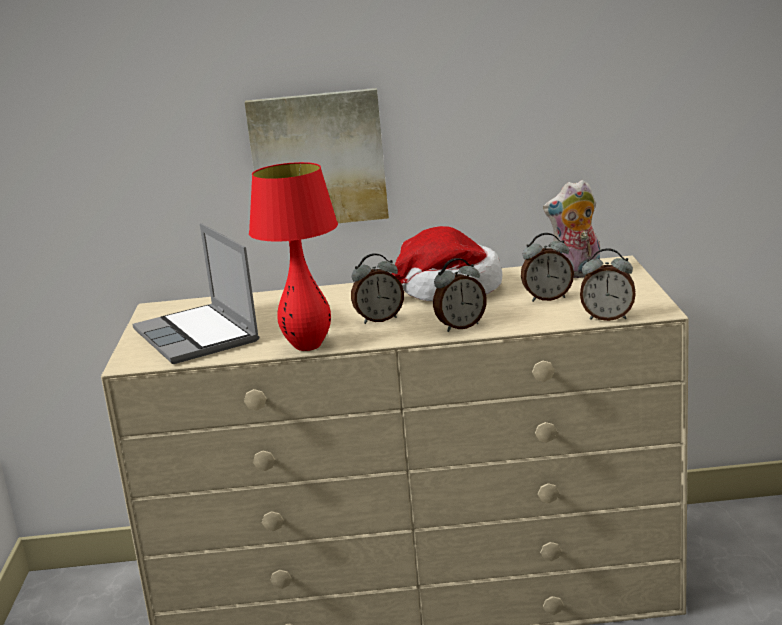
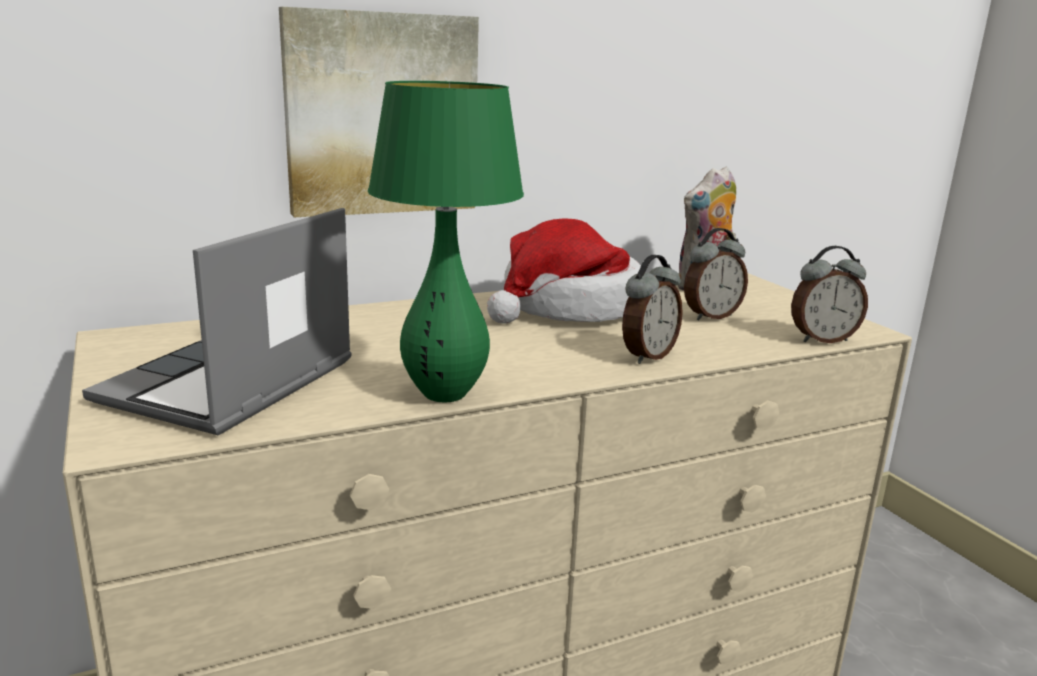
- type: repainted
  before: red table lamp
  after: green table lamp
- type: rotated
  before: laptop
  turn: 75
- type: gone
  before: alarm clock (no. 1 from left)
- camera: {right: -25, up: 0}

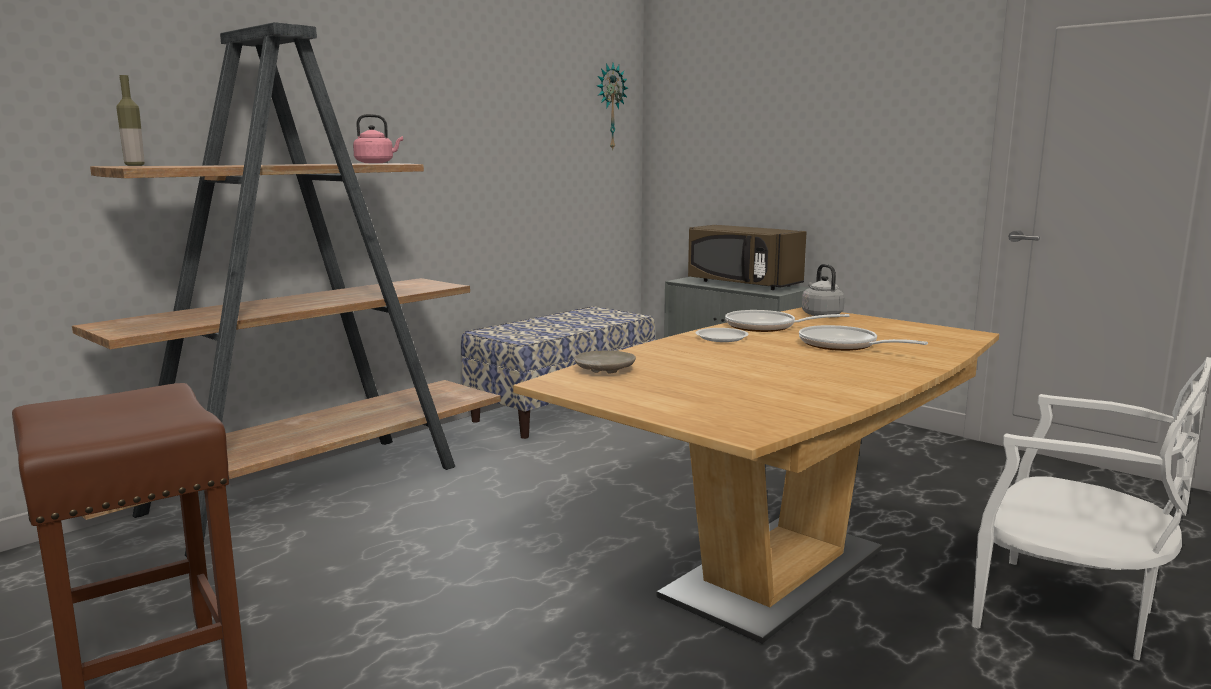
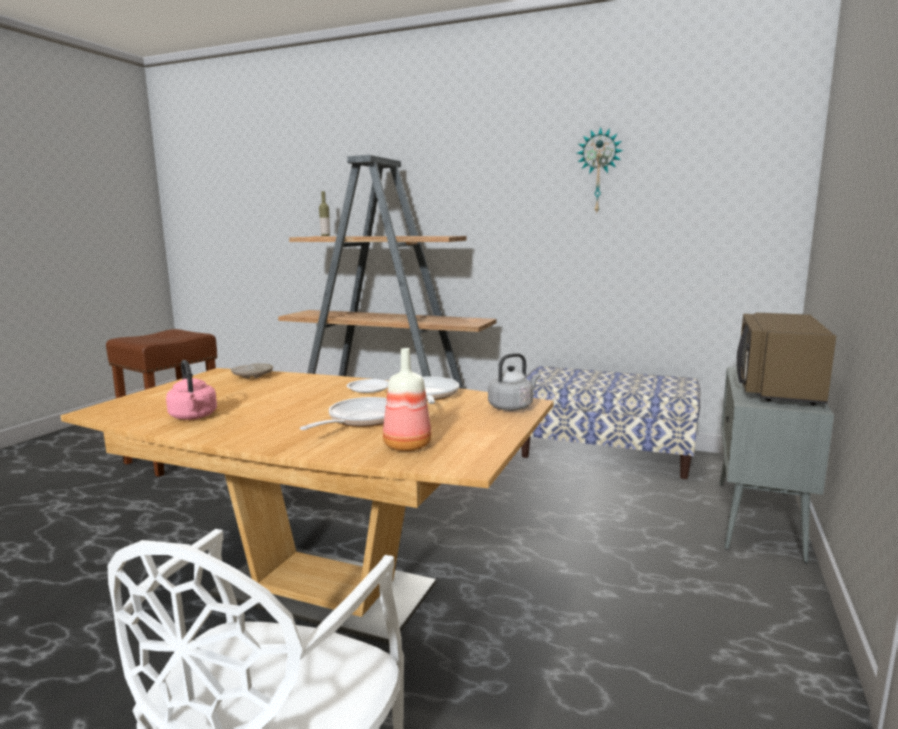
- type: shifted
  before: wall clock
- type: shifted
  before: pink kettle
- type: new
  after: bottle (no. 2 from left)
- camera: {right: 70, up: 0}

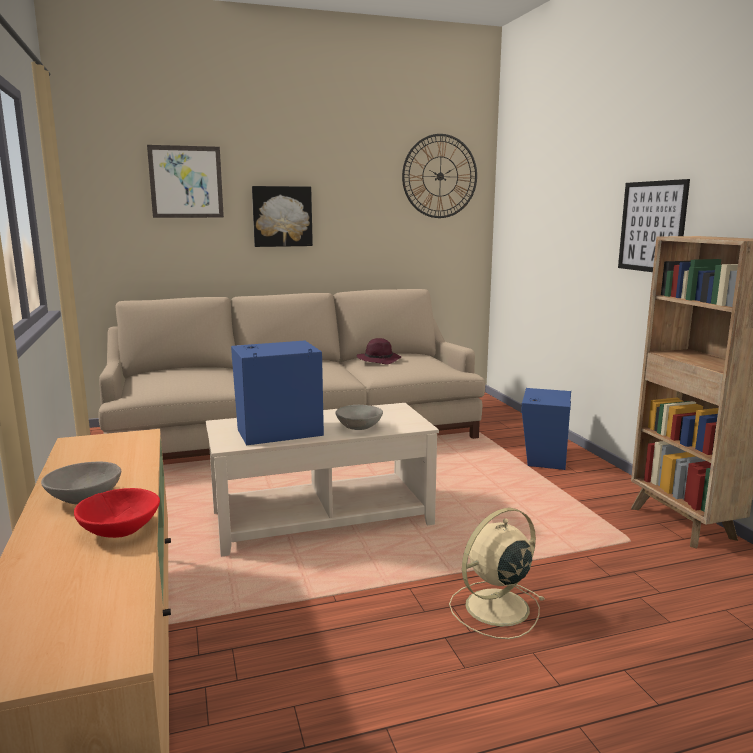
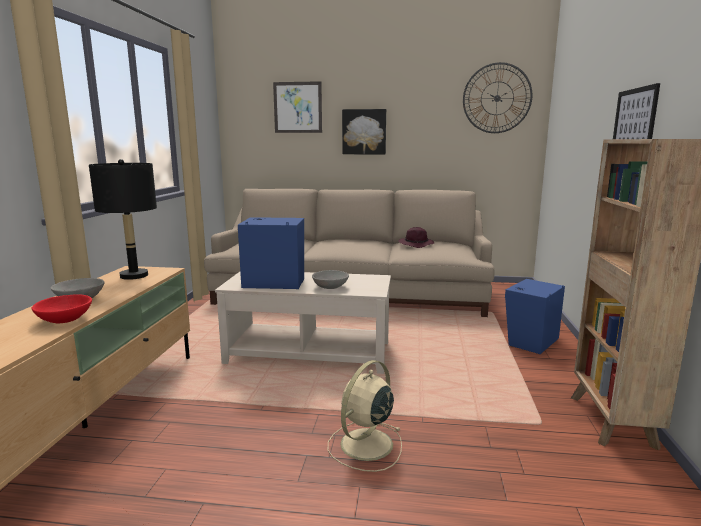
- type: rotated
  before: beige fan
  turn: -45
- type: new
  after: black table lamp
- camera: {right: 25, up: 0}

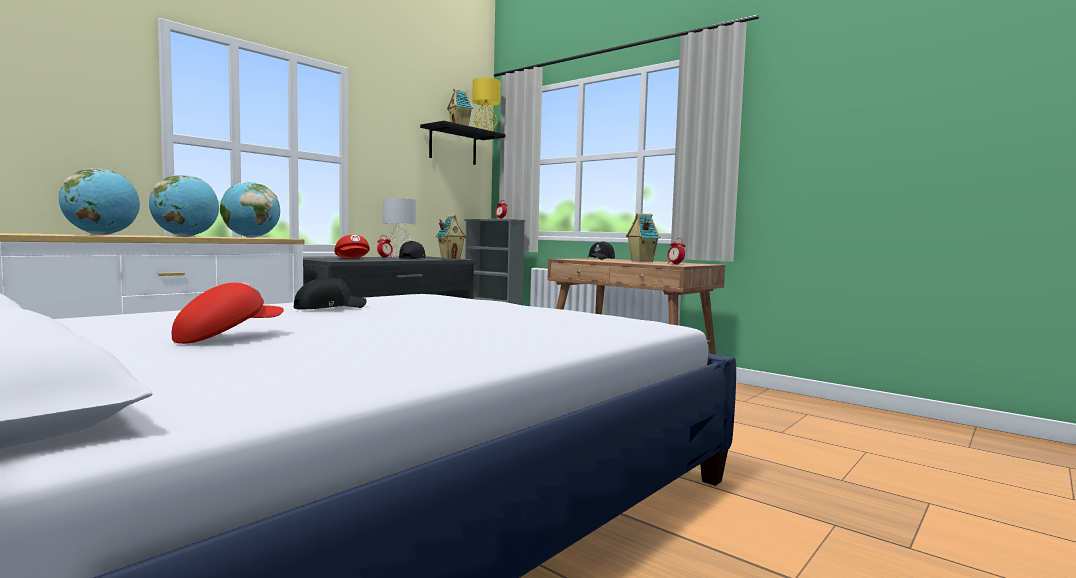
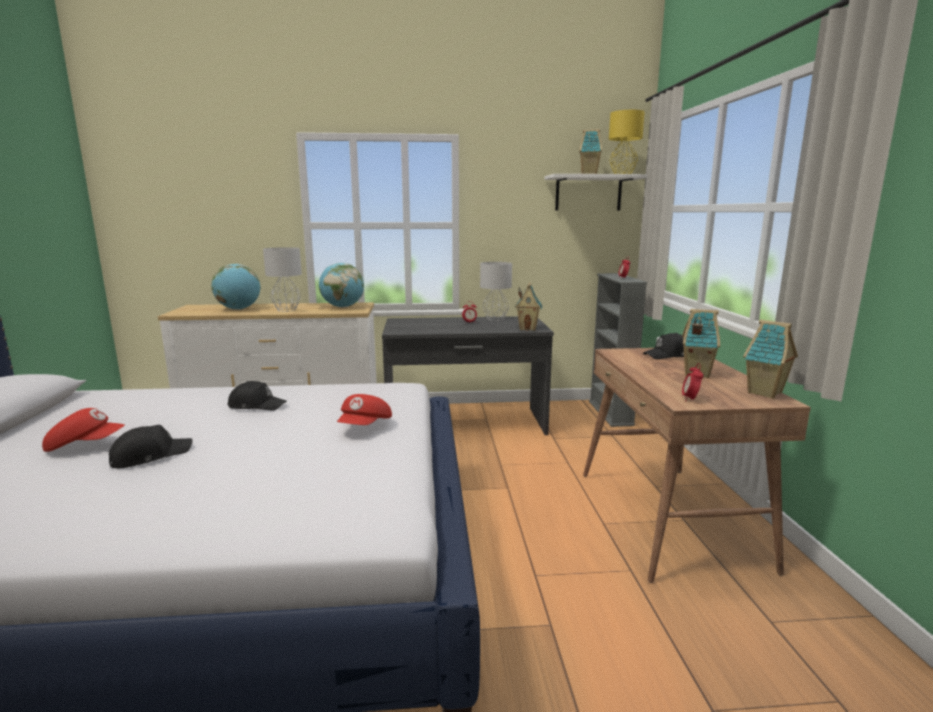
- type: repainted
  before: black shelf
  after: white shelf
- type: swapped
  before: globe (no. 2 from left)
  after: grey table lamp (no. 1 from left)
- type: shifted
  before: red cap (no. 2 from left)
- type: shifted
  before: black cap (no. 2 from left in the first image)
  after: black cap (no. 1 from left)
- type: new
  after: toy house (no. 4 from left)
- camera: {right: 45, up: 10}

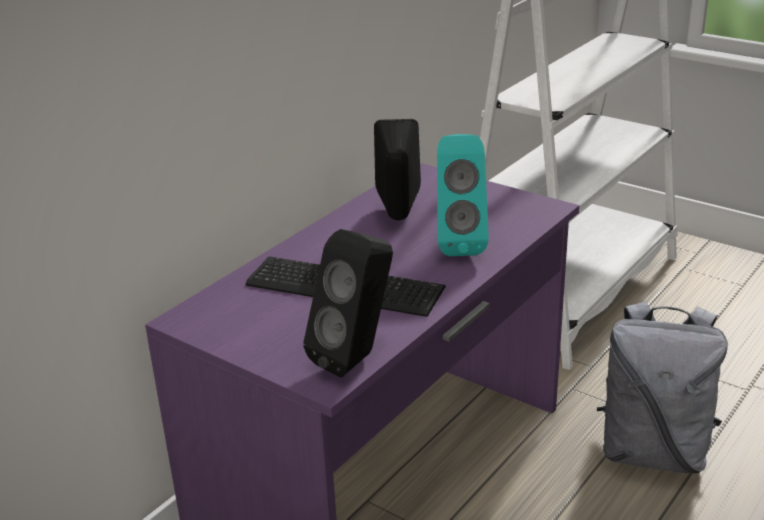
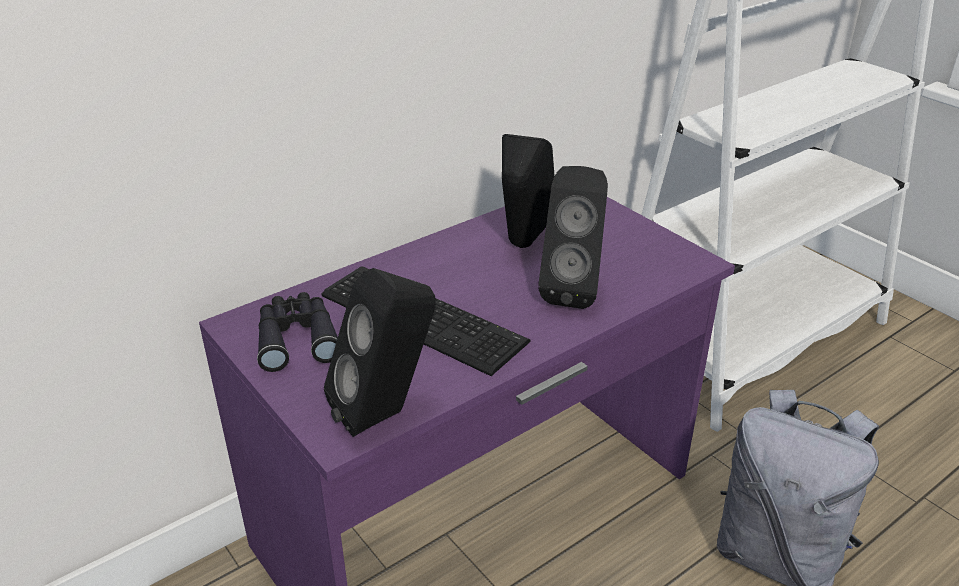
- type: repainted
  before: turquoise speaker
  after: black speaker (no. 3 from left)
- type: new
  after: black binoculars
- camera: {right: 15, up: 5}

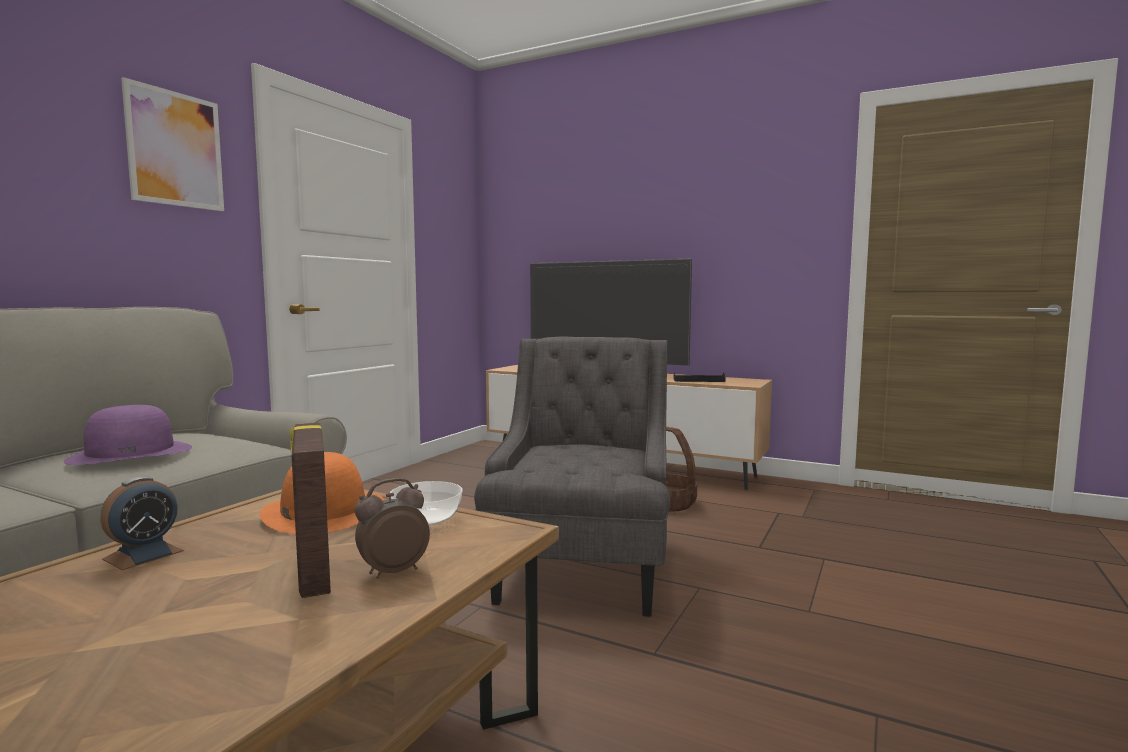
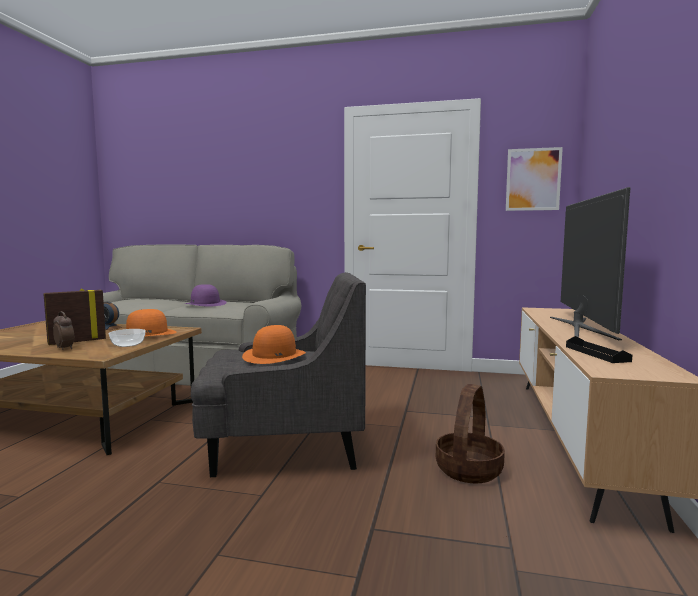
- type: shifted
  before: picture
- type: new
  after: orange hat (no. 2 from left)
- camera: {right: 75, up: 0}

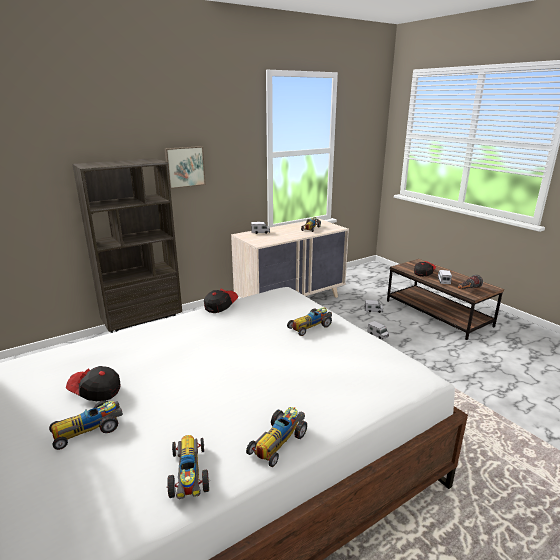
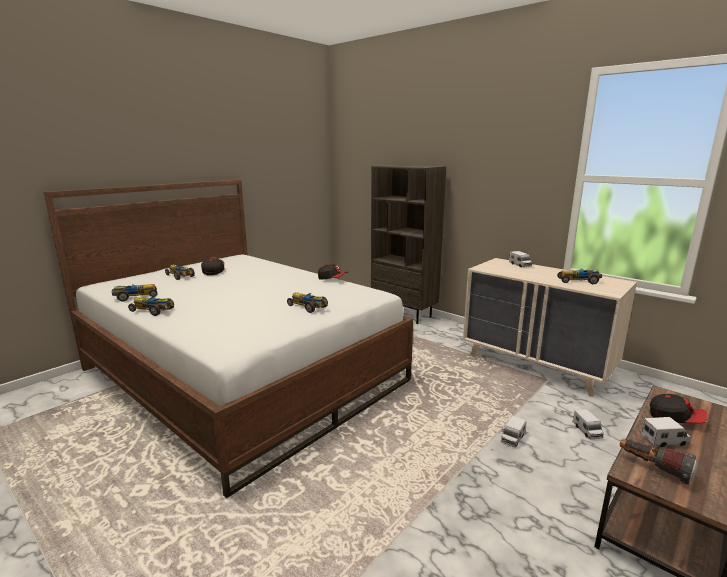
- type: gone
  before: picture
- camera: {right: 75, up: -5}

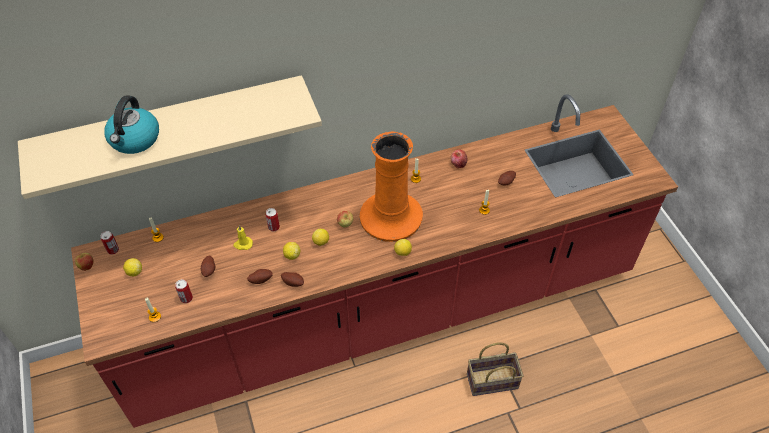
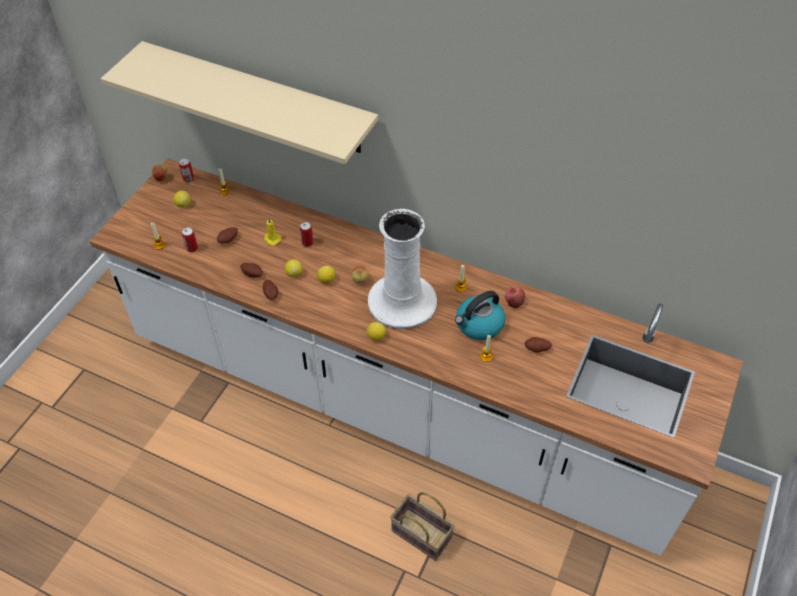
- type: repainted
  before: red counter
  after: white counter
- type: shifted
  before: kettle
- type: repainted
  before: orange vase
  after: white vase
- camera: {right: 45, up: 0}

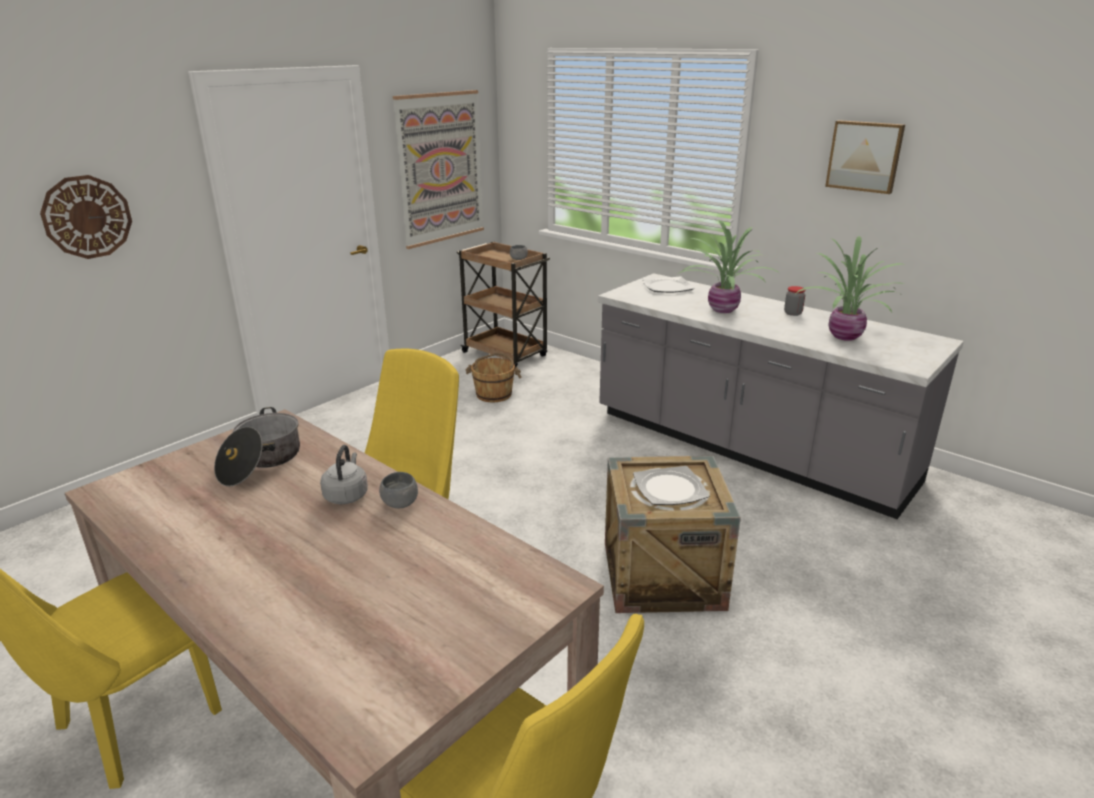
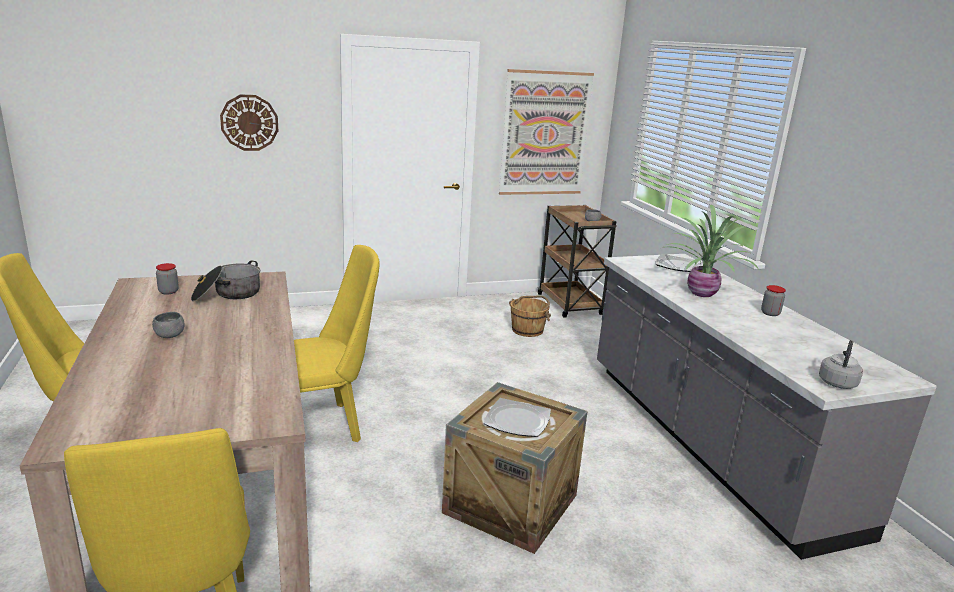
- type: gone
  before: picture (no. 2 from left)
- type: gone
  before: potted plant (no. 2 from left)
- type: shifted
  before: grey kettle
- type: shifted
  before: grey bowl (no. 1 from left)
- type: new
  after: jar (no. 1 from left)
- camera: {right: 30, up: -5}

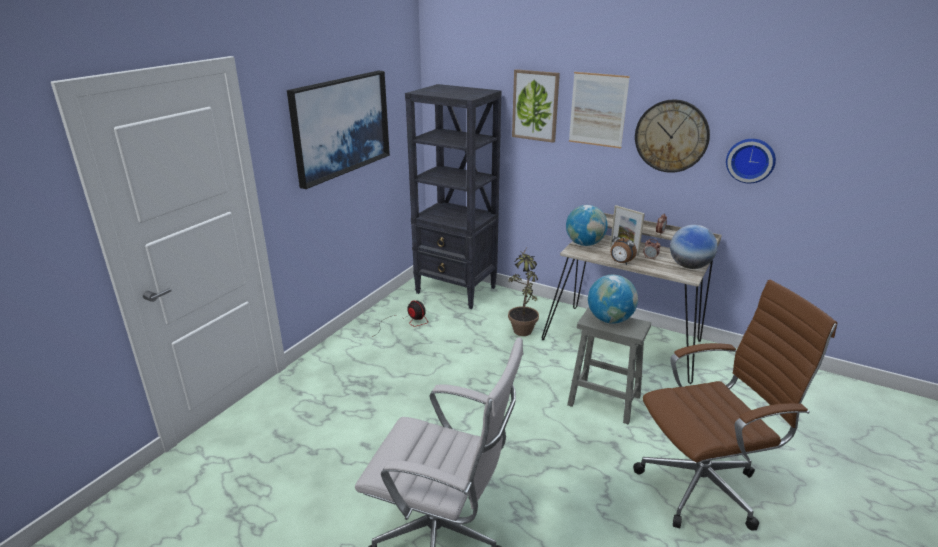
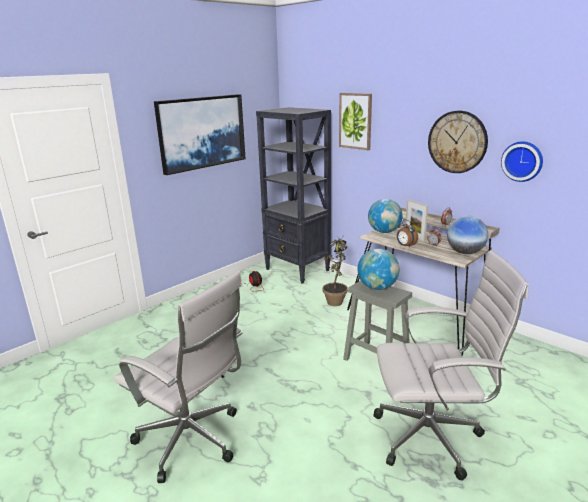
- type: gone
  before: picture (no. 3 from left)
- type: repainted
  before: brown office chair
  after: white office chair (no. 2 from left)
- camera: {right: 15, up: -5}

